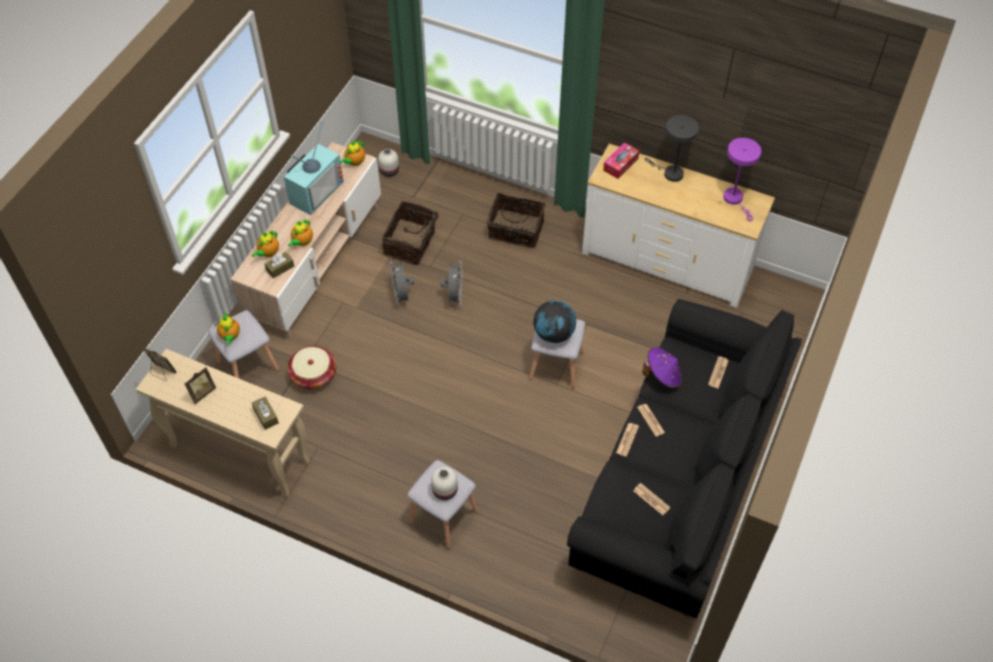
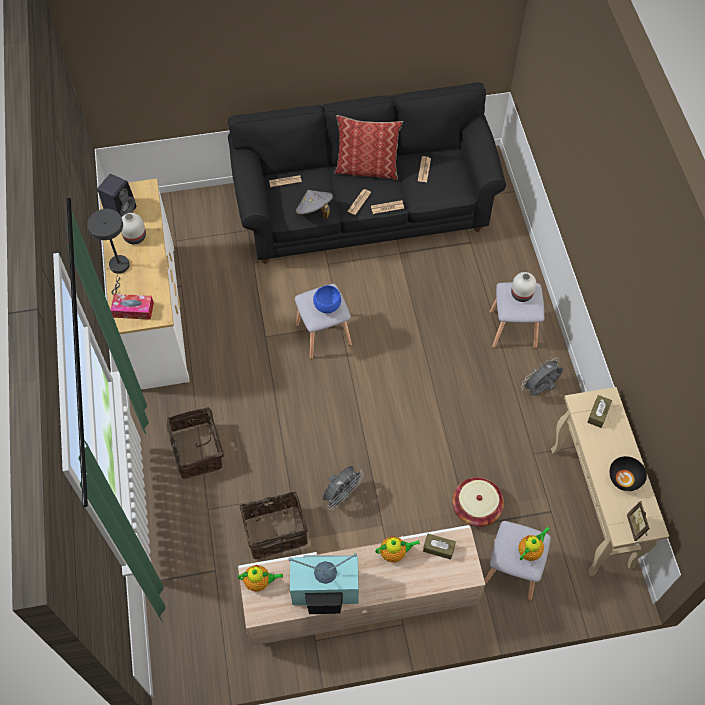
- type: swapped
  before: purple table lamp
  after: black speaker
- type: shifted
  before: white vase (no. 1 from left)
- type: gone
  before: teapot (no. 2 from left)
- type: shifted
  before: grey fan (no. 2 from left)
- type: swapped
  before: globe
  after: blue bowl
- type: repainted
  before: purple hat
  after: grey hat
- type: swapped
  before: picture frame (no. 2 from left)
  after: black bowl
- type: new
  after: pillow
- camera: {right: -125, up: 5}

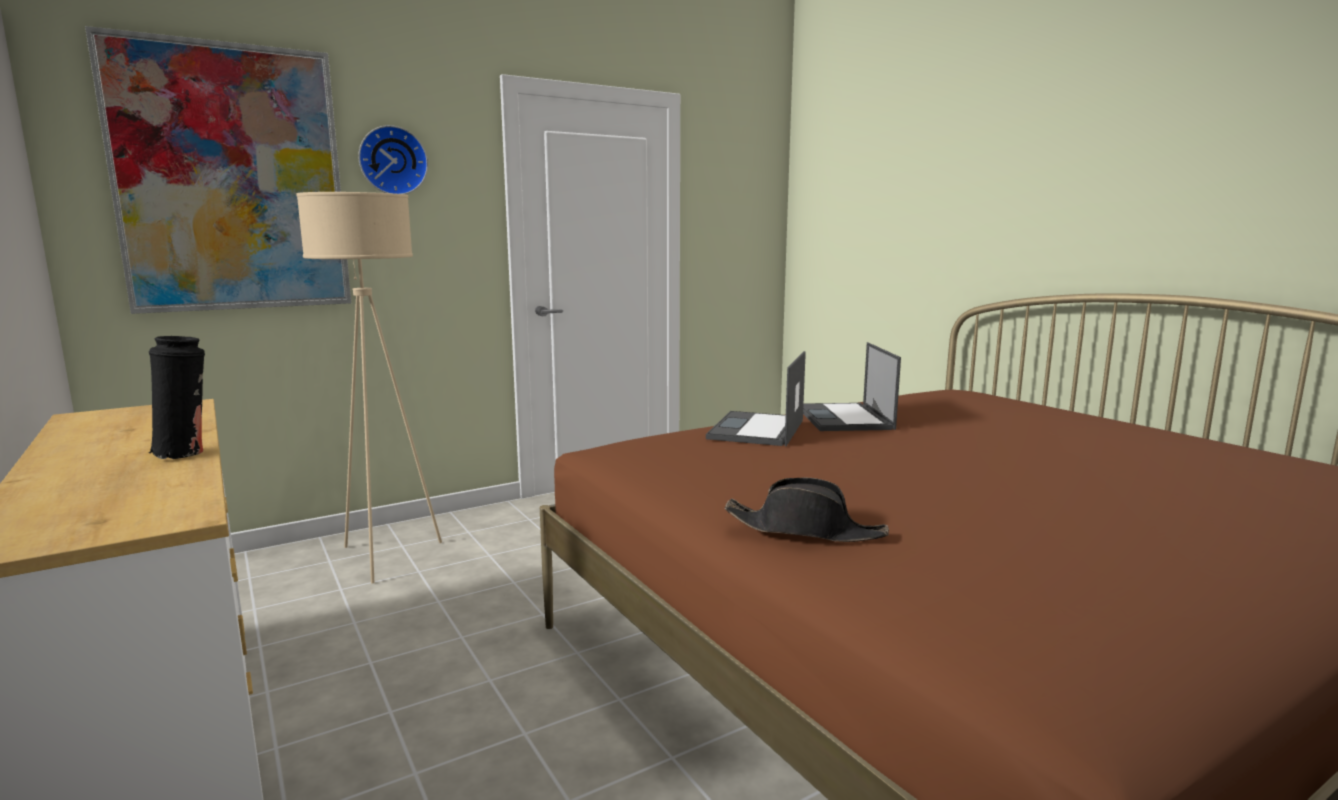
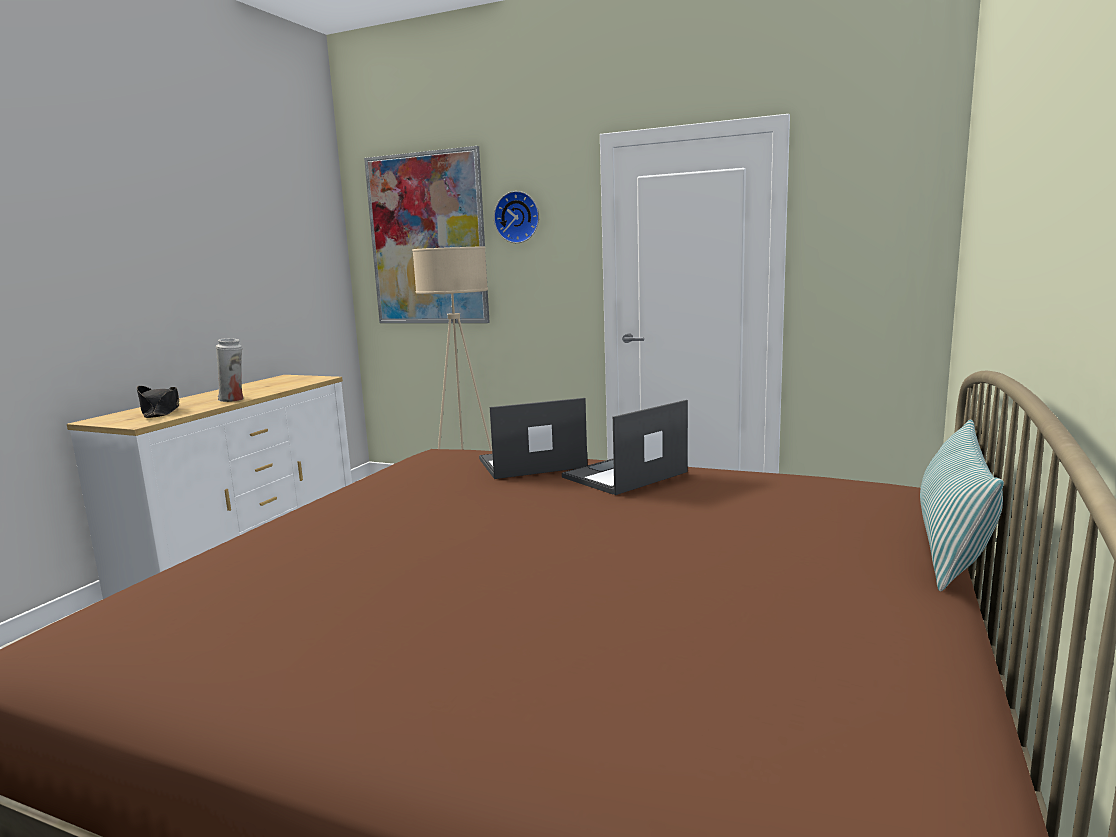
- type: repainted
  before: black vase
  after: white vase
- type: shifted
  before: black hat
- type: new
  after: pillow
- camera: {right: 55, up: 0}

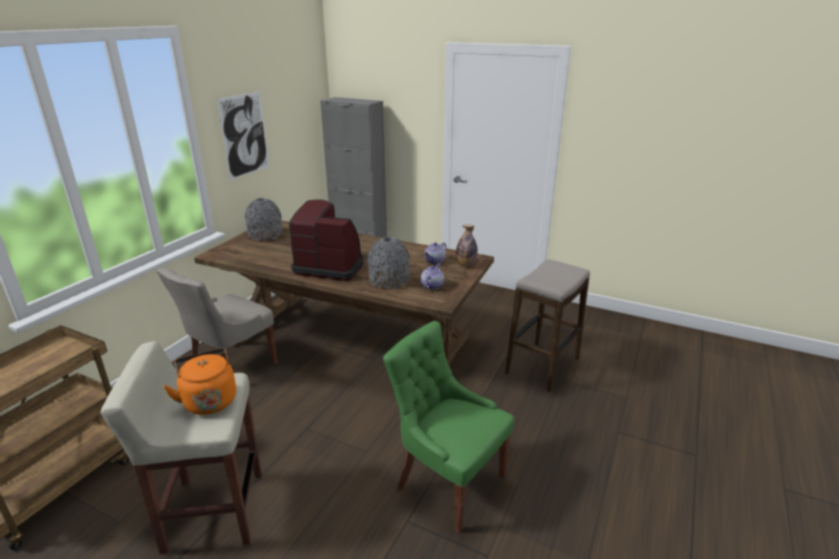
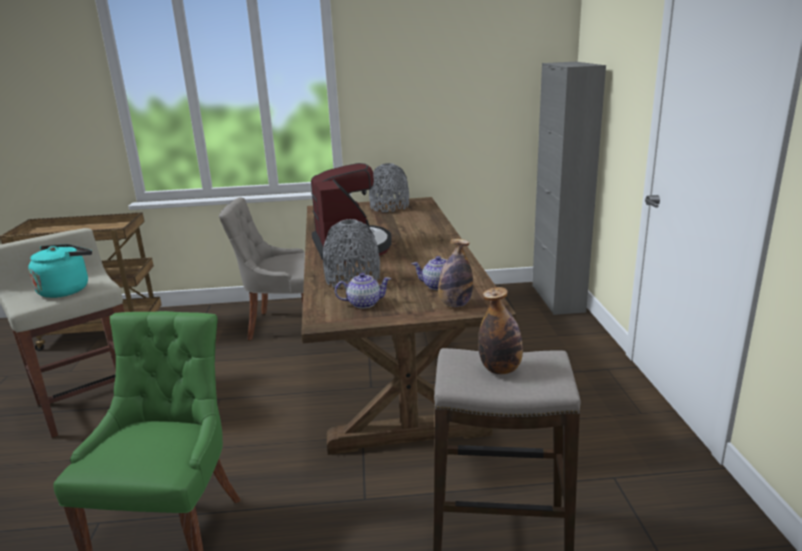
- type: gone
  before: picture
- type: repainted
  before: orange kettle
  after: turquoise kettle
- type: new
  after: bottle (no. 2 from left)
- camera: {right: 60, up: -5}

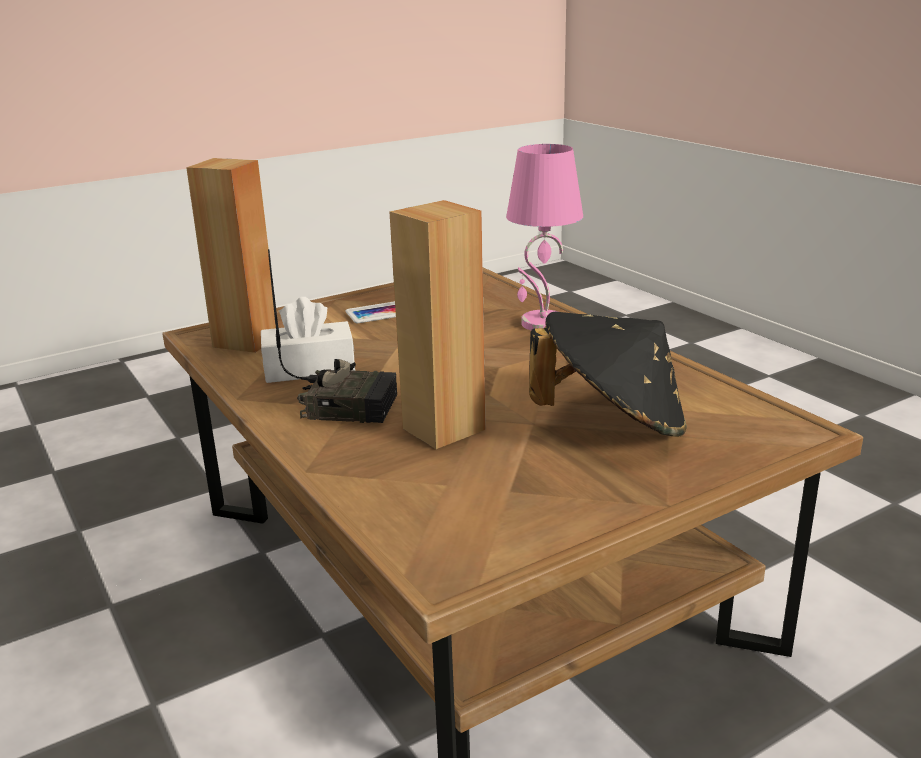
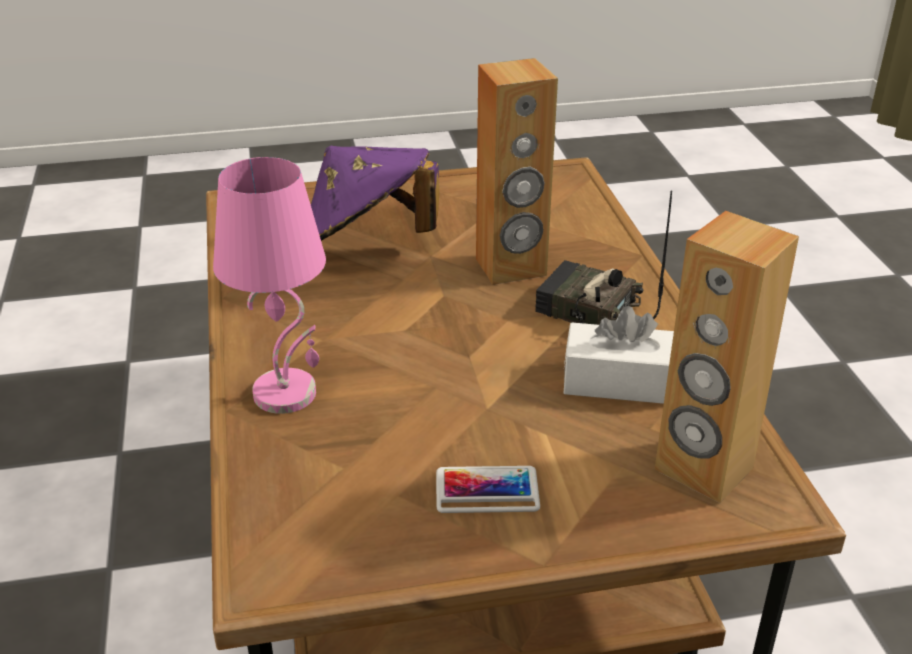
- type: repainted
  before: black hat
  after: purple hat
- camera: {right: -160, up: 10}

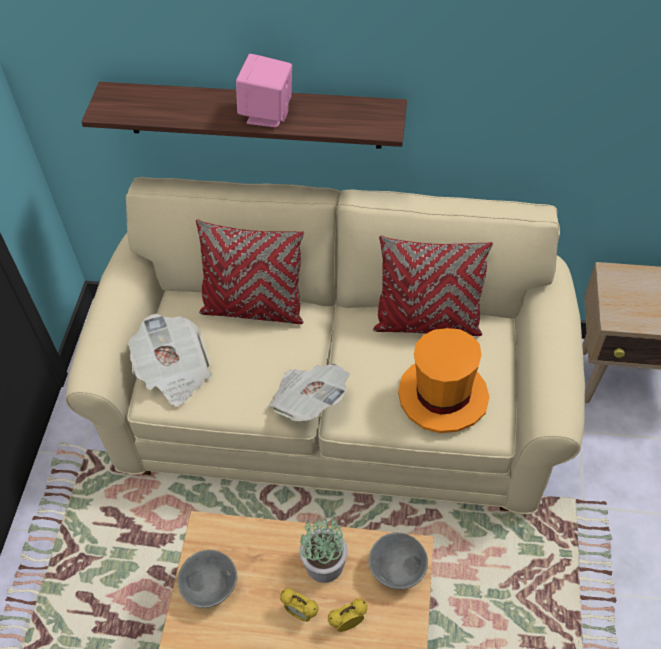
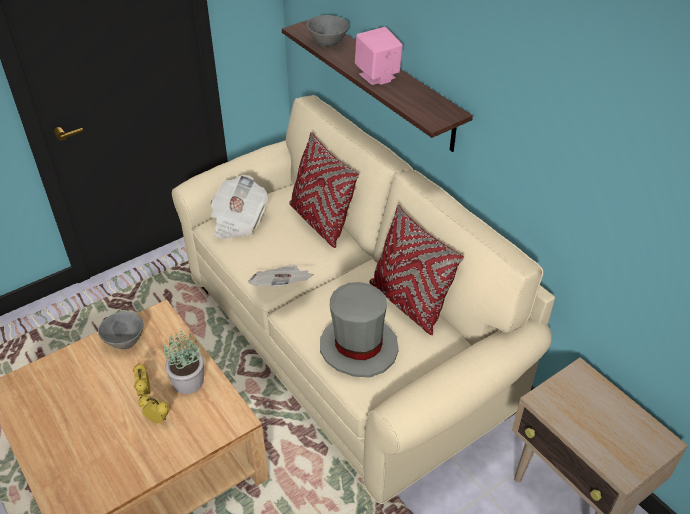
- type: repainted
  before: orange hat
  after: grey hat
- type: shifted
  before: grey bowl (no. 2 from left)
- camera: {right: 45, up: -10}

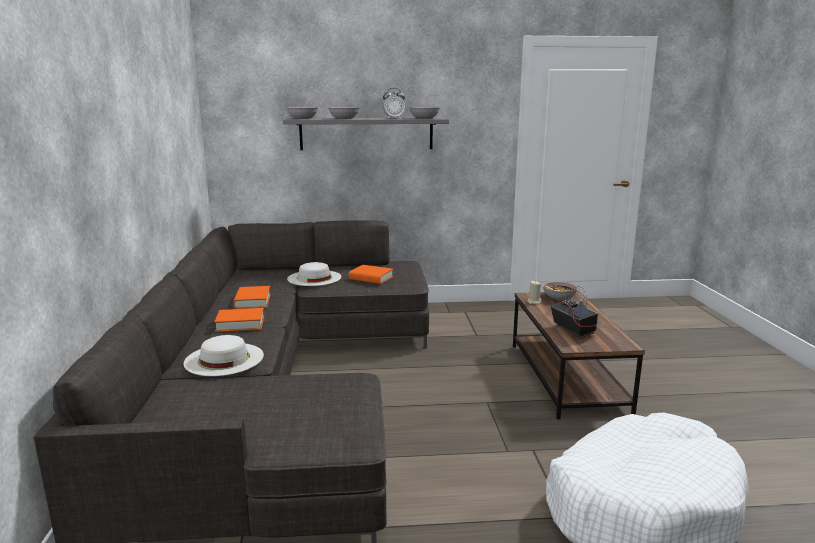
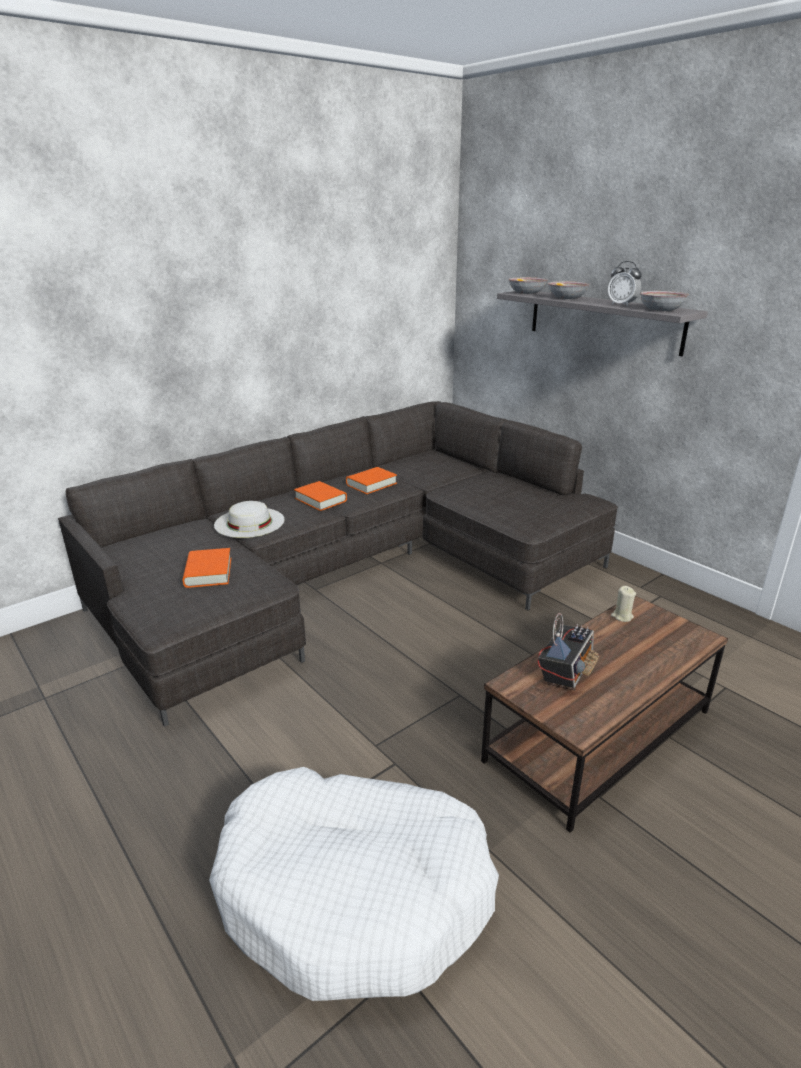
- type: gone
  before: white hat (no. 2 from left)
- type: shifted
  before: orange book (no. 3 from left in the first image)
  after: orange book (no. 1 from left)
- type: gone
  before: bowl (no. 4 from left)
- camera: {right: 55, up: 10}

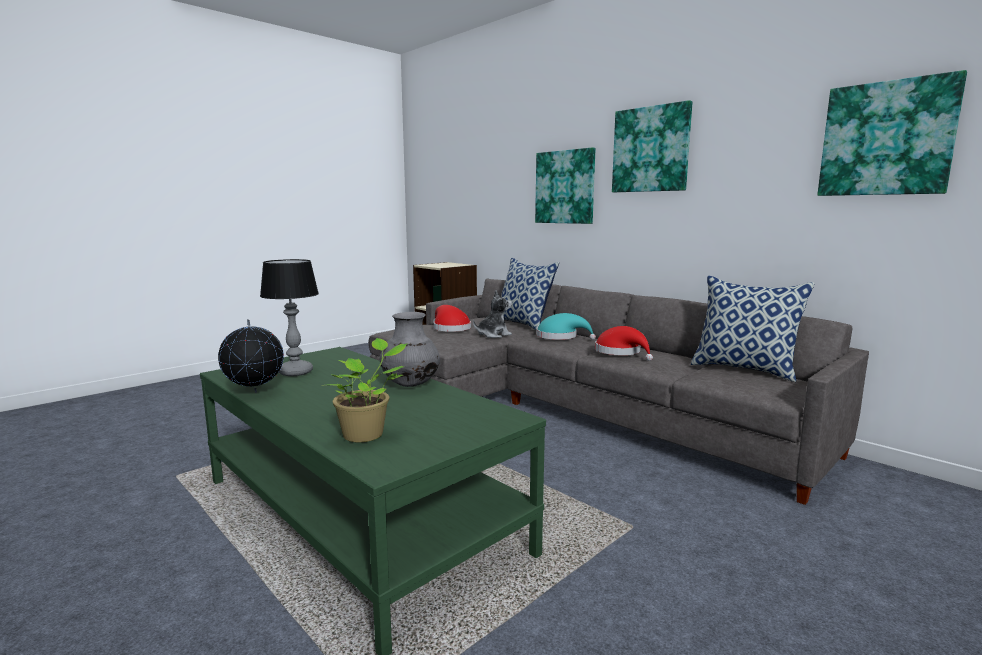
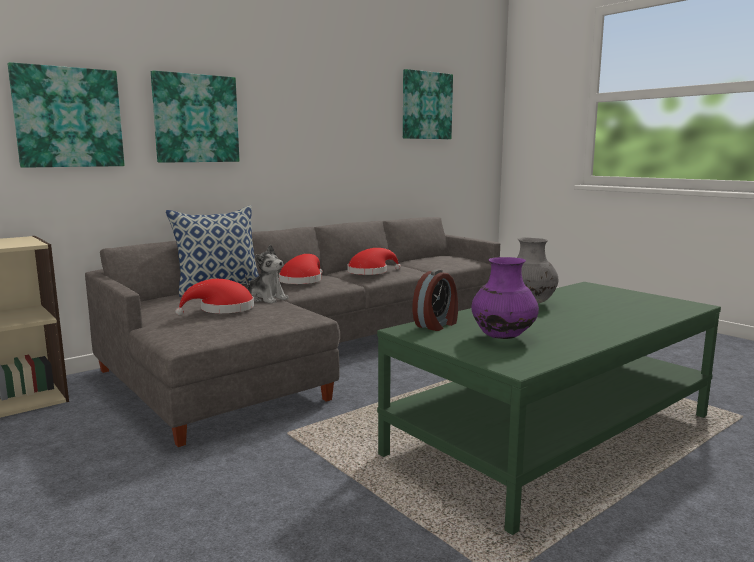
- type: shifted
  before: picture (no. 2 from left in the first image)
  after: picture (no. 1 from left)
- type: swapped
  before: table lamp
  after: purple vase
- type: gone
  before: pillow (no. 2 from left)
- type: rotated
  before: plush toy
  turn: 150
- type: repainted
  before: turquoise hat
  after: red hat (no. 2 from left)
- type: gone
  before: globe
- type: gone
  before: potted plant
- type: new
  after: alarm clock
- camera: {right: -85, up: 0}

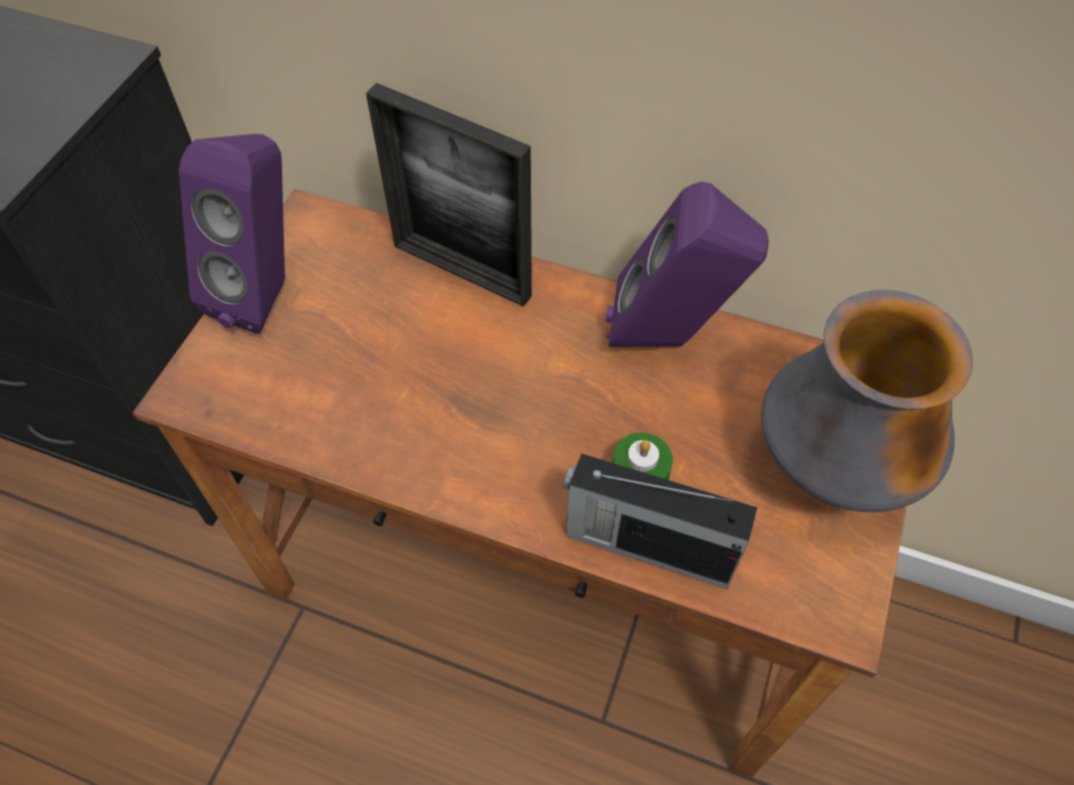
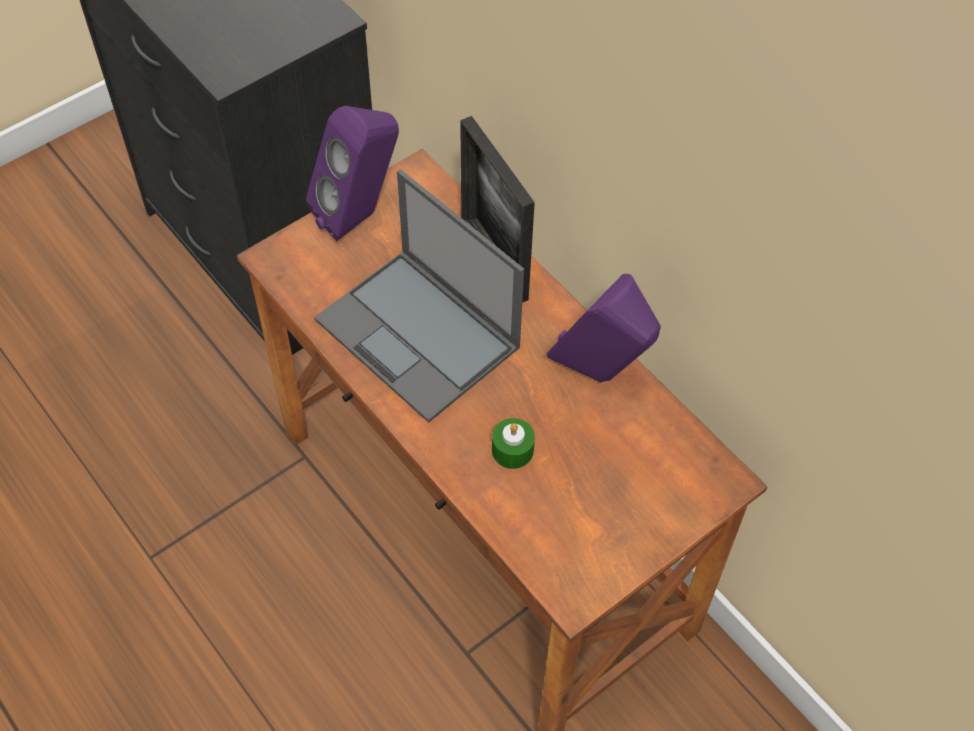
- type: gone
  before: vase
- type: gone
  before: radio
- type: new
  after: laptop
- camera: {right: 30, up: 0}

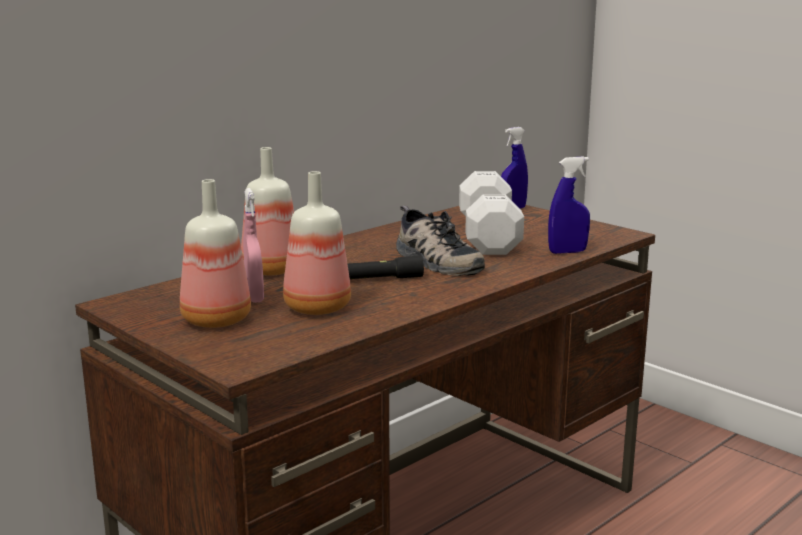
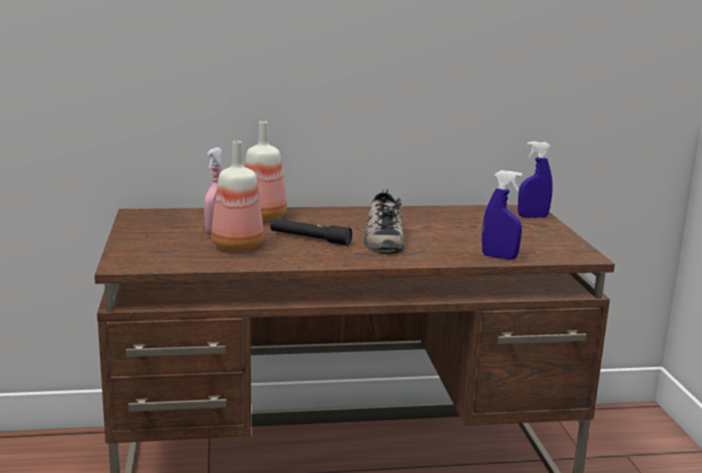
- type: gone
  before: white dumbbell
- type: gone
  before: bottle (no. 1 from left)
- camera: {right: 35, up: 0}

